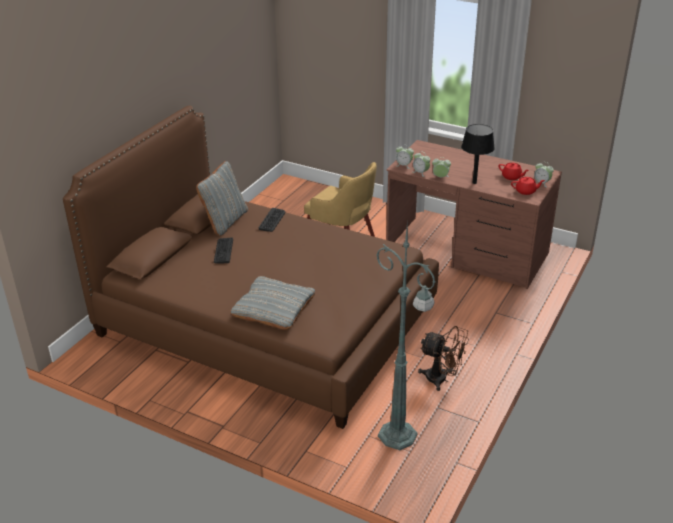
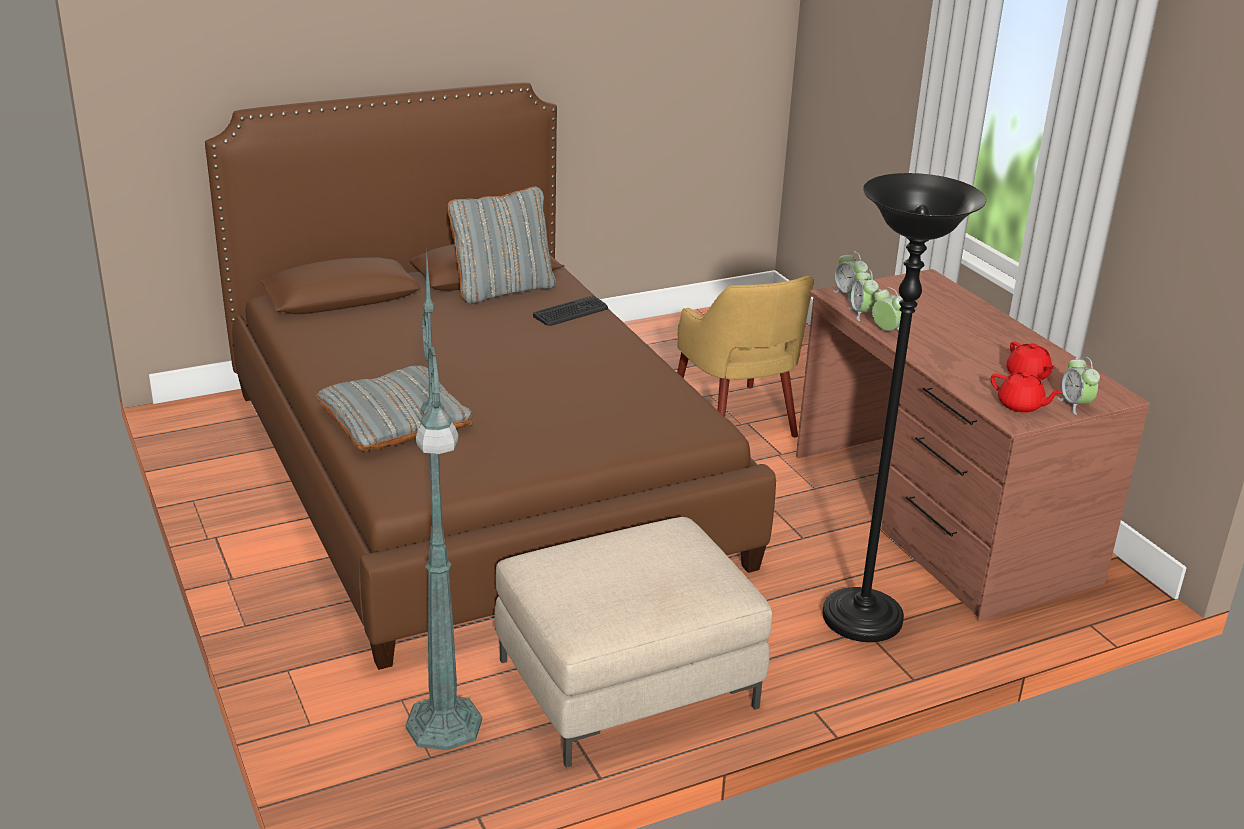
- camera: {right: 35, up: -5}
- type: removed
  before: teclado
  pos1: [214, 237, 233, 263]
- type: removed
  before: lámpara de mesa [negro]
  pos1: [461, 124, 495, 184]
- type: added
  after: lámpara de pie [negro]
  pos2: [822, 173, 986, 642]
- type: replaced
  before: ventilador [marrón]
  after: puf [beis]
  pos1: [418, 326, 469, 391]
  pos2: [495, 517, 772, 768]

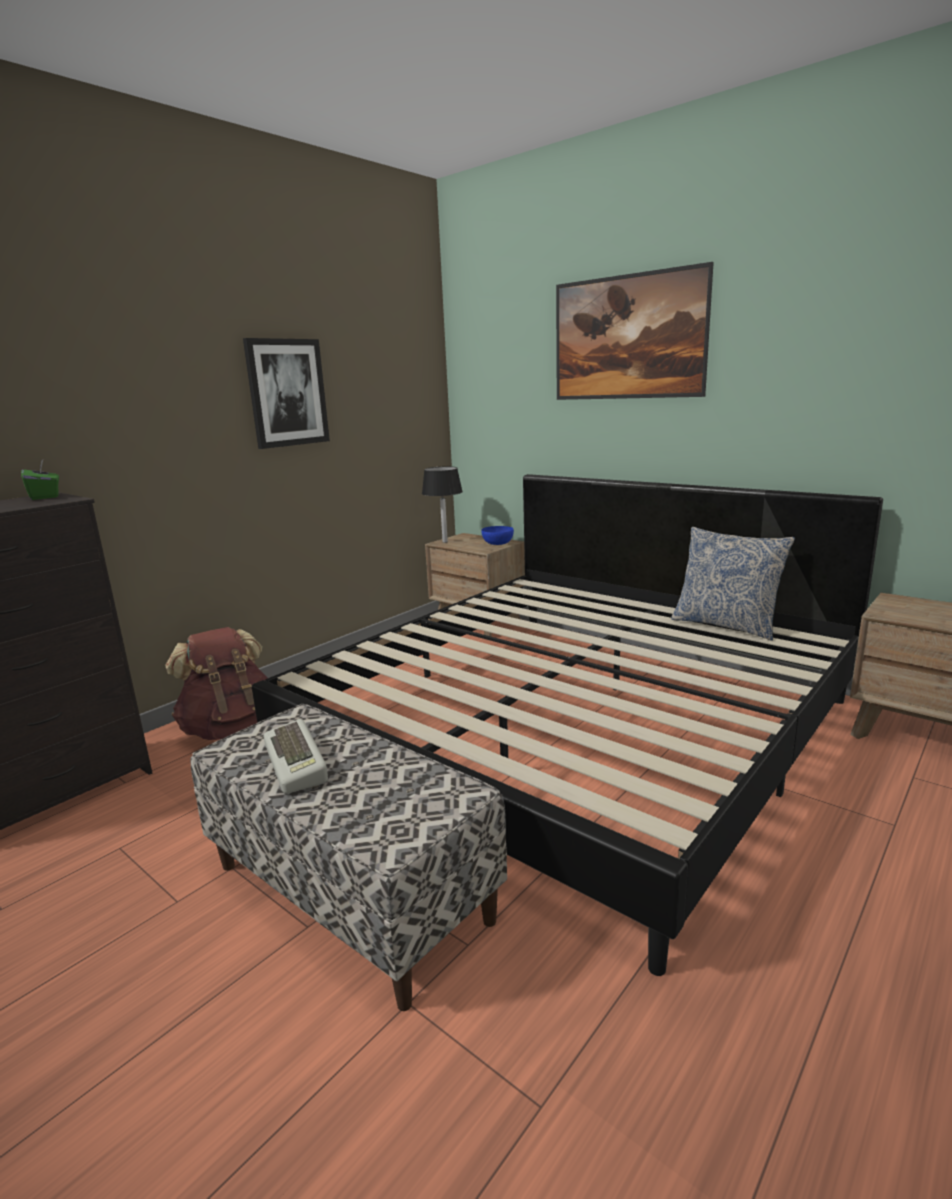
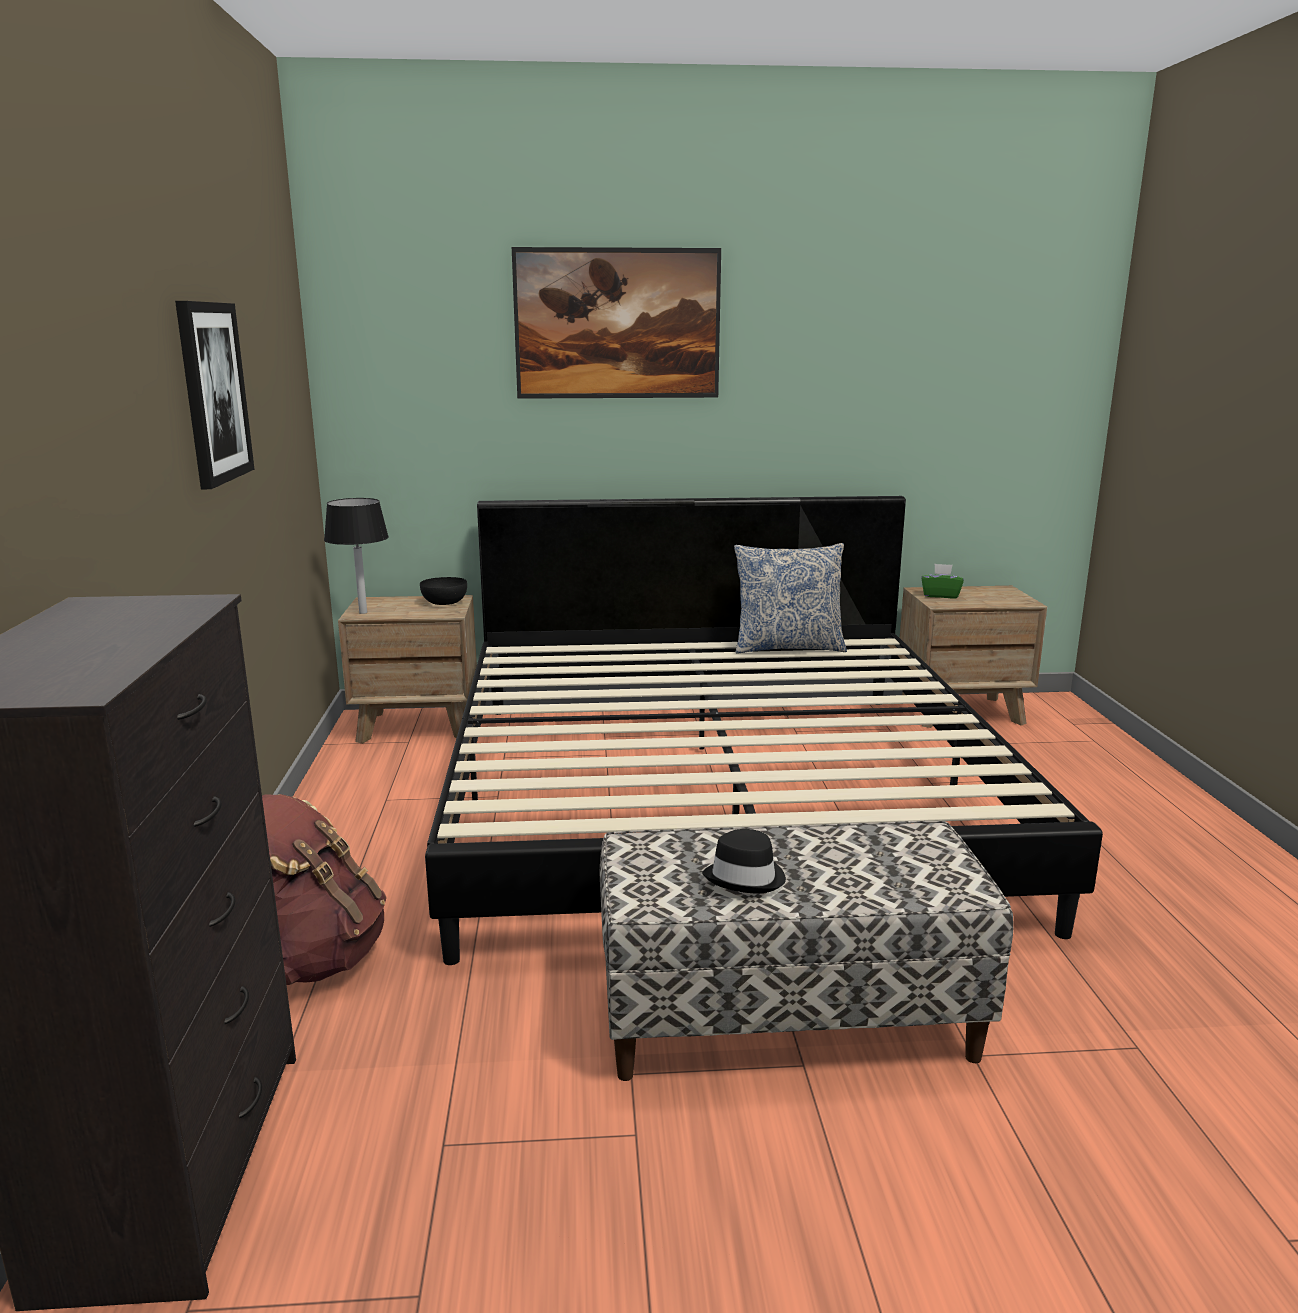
- camera: {right: -45, up: 0}
- type: moved
  before: caja de pañuelos [verde]
  pos1: [21, 460, 59, 500]
  pos2: [921, 564, 964, 598]
- type: replaced
  before: teclado
  after: sombrero [negro]
  pos1: [264, 719, 328, 794]
  pos2: [702, 829, 786, 893]
- type: recoloured
  before: cuenco [azul]
  after: cuenco [negro]
  pos1: [481, 526, 514, 545]
  pos2: [420, 577, 467, 605]

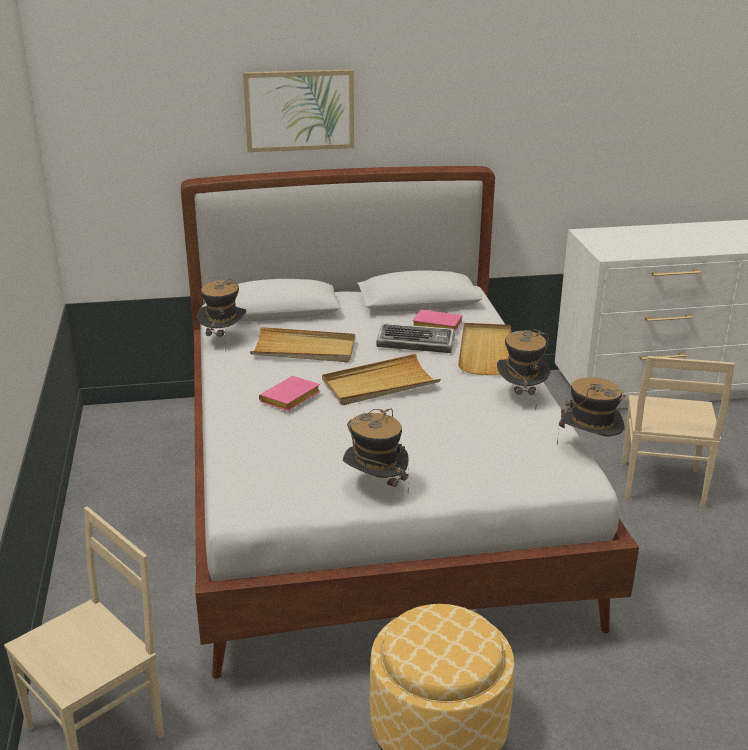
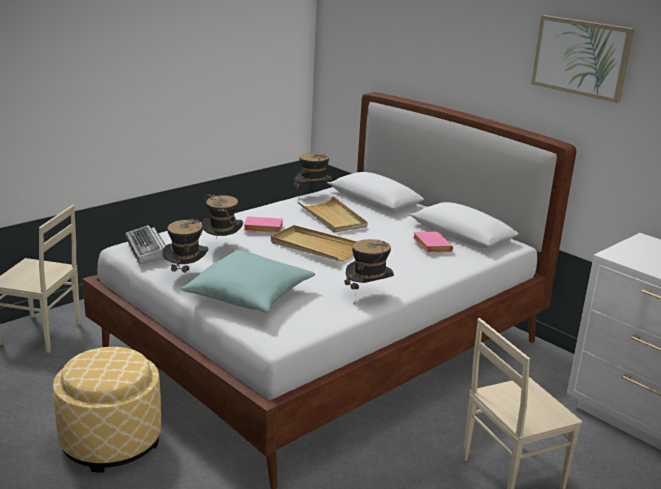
- camera: {right: 55, up: -5}
- type: removed
  before: bandeja [beis]
  pos1: [458, 323, 511, 375]
- type: added
  after: cojín [turquesa]
  pos2: [181, 250, 315, 313]
- type: moved
  before: cuadro
  pos1: [243, 69, 354, 152]
  pos2: [531, 15, 634, 103]
- type: moved
  before: teclado
  pos1: [376, 323, 455, 353]
  pos2: [125, 225, 166, 264]
- type: moved
  before: sombrero
  pos1: [557, 377, 626, 445]
  pos2: [201, 195, 243, 239]

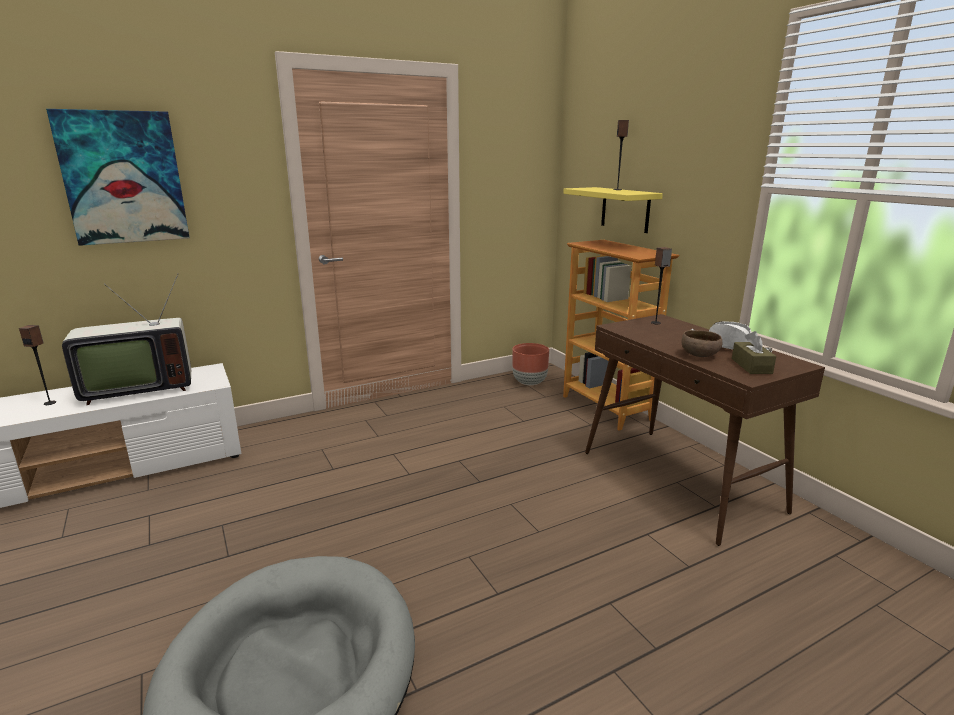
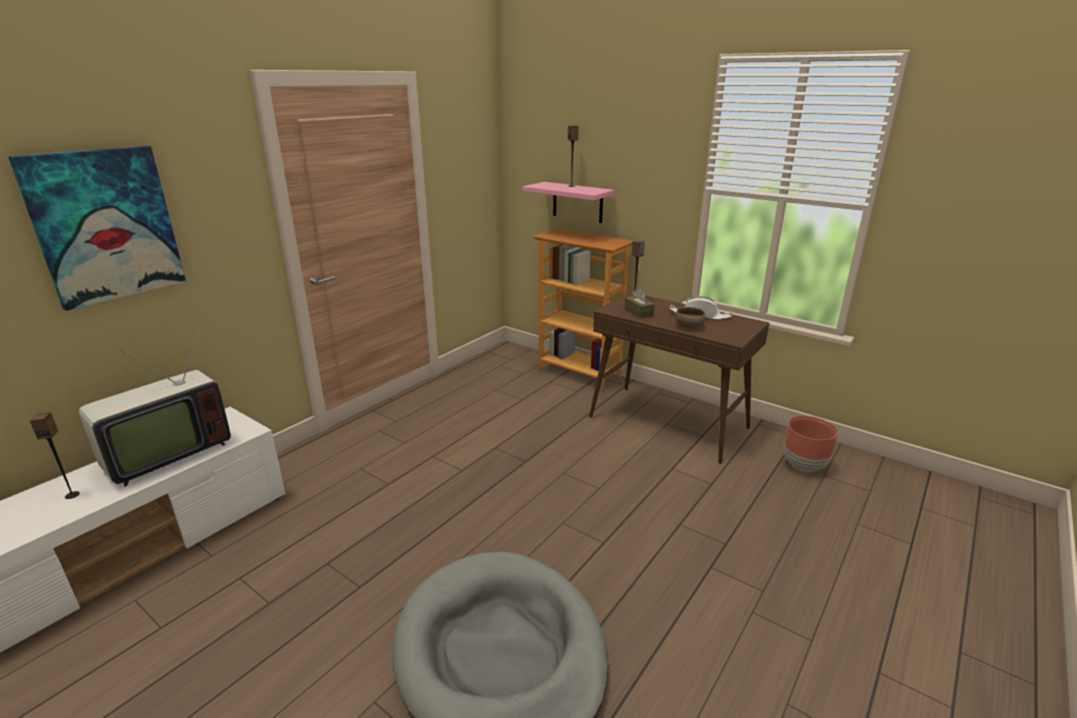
- camera: {right: -25, up: 5}
- type: moved
  before: maceta [marrón]
  pos1: [512, 343, 549, 385]
  pos2: [784, 416, 838, 472]
- type: moved
  before: caja de pañuelos [marrón]
  pos1: [732, 331, 776, 374]
  pos2: [625, 289, 655, 318]
- type: recoloured
  before: estante [amarillo]
  after: estante [rosa]
  pos1: [563, 187, 663, 233]
  pos2: [522, 182, 615, 223]

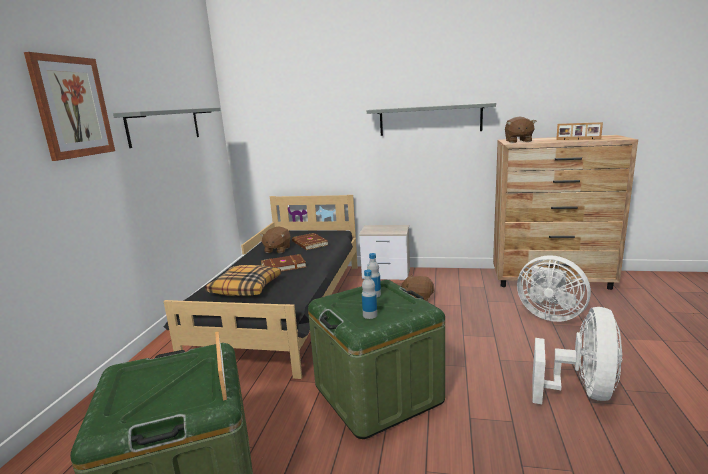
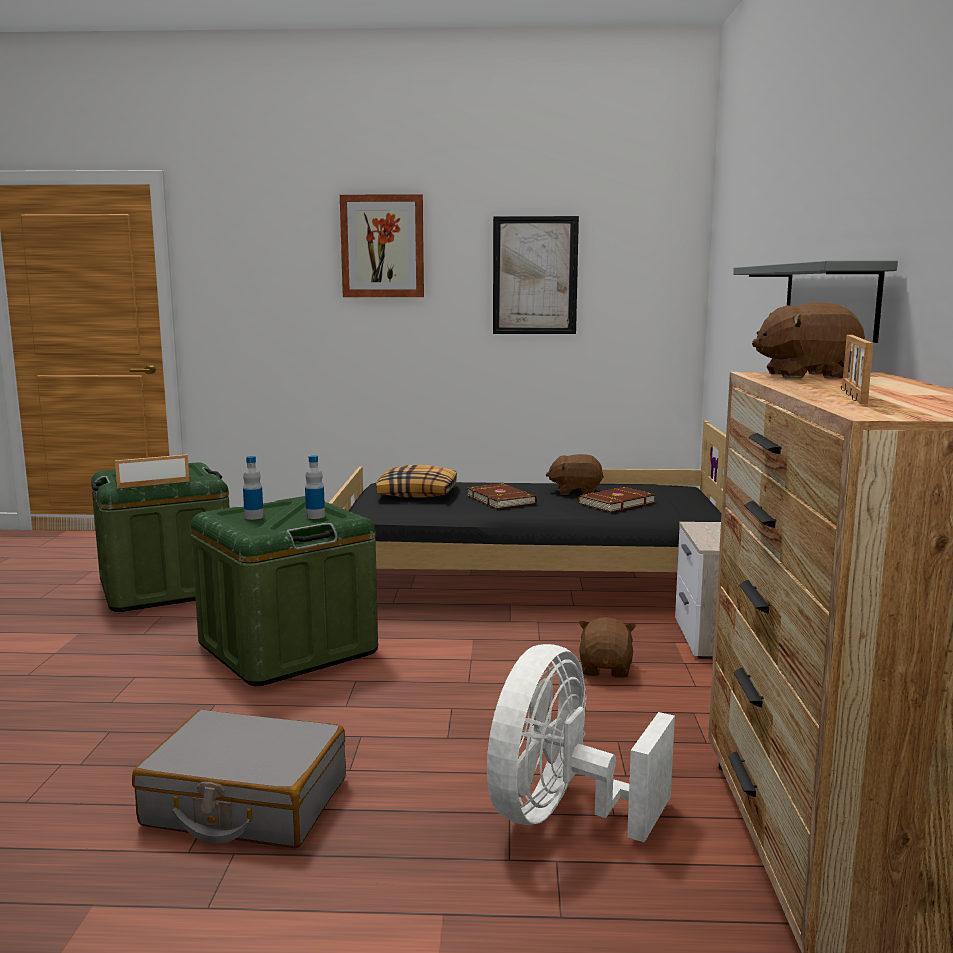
- camera: {right: 80, up: -5}
- type: replaced
  before: estante [gris]
  after: cuadro
  pos1: [113, 108, 220, 148]
  pos2: [493, 216, 579, 334]
- type: replaced
  before: ventilador [blanco]
  after: maleta [gris]
  pos1: [532, 307, 623, 404]
  pos2: [132, 710, 346, 848]

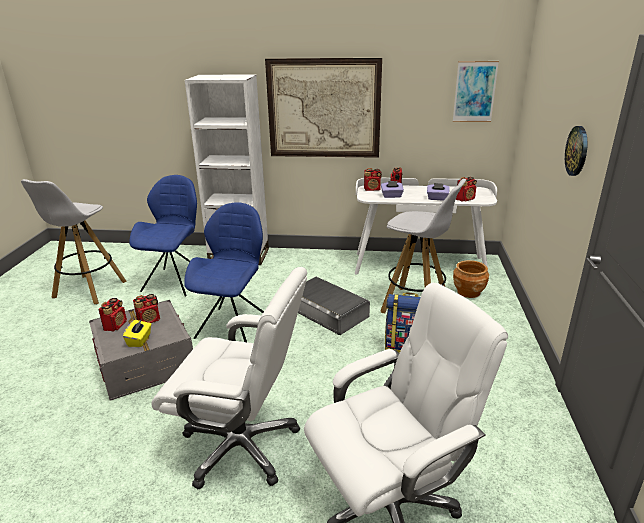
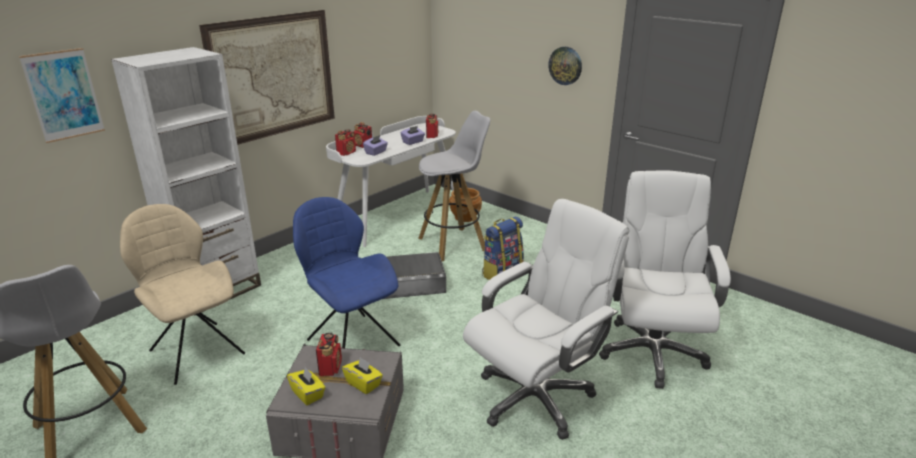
- camera: {right: -55, up: 0}
- type: moved
  before: cuadro
  pos1: [453, 61, 499, 122]
  pos2: [19, 48, 105, 143]
- type: replaced
  before: radio
  after: caja de pañuelos [amarillo]
  pos1: [98, 298, 127, 331]
  pos2: [287, 367, 325, 405]
- type: recoloured
  before: silla [azul]
  after: silla [beis]
  pos1: [129, 175, 197, 296]
  pos2: [120, 204, 245, 385]

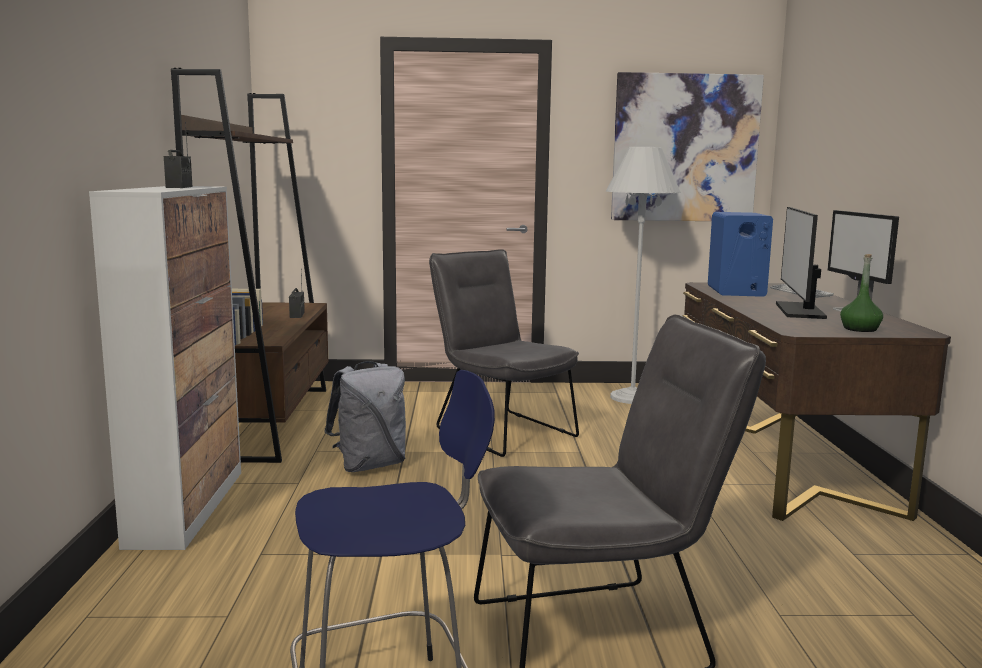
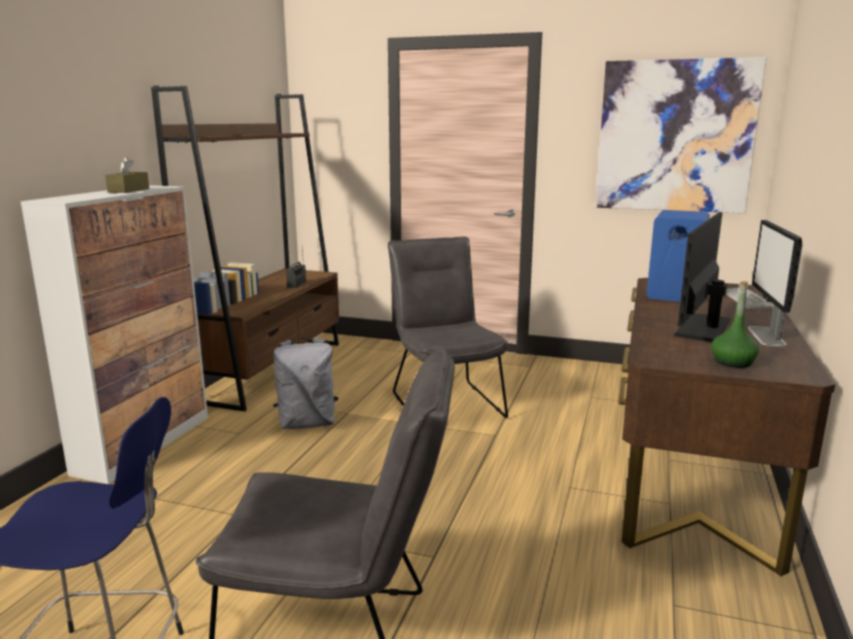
- camera: {right: 20, up: 5}
- type: removed
  before: lámpara de pie [blanco]
  pos1: [606, 147, 681, 404]
- type: replaced
  before: radio
  after: caja de pañuelos [marrón]
  pos1: [164, 122, 192, 188]
  pos2: [105, 157, 149, 193]

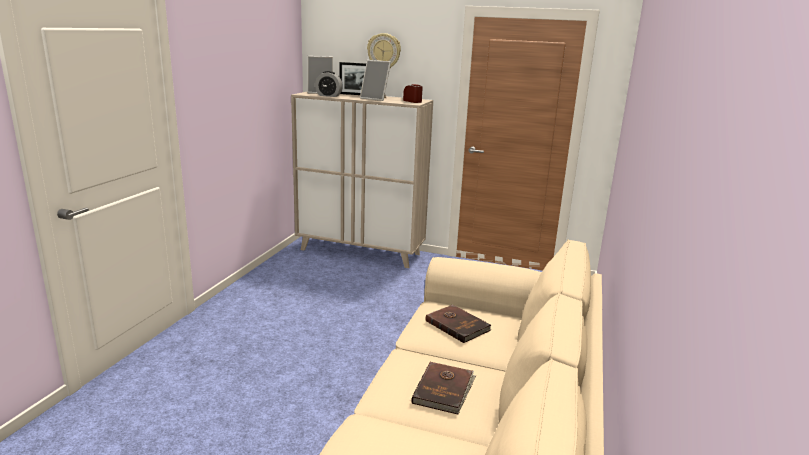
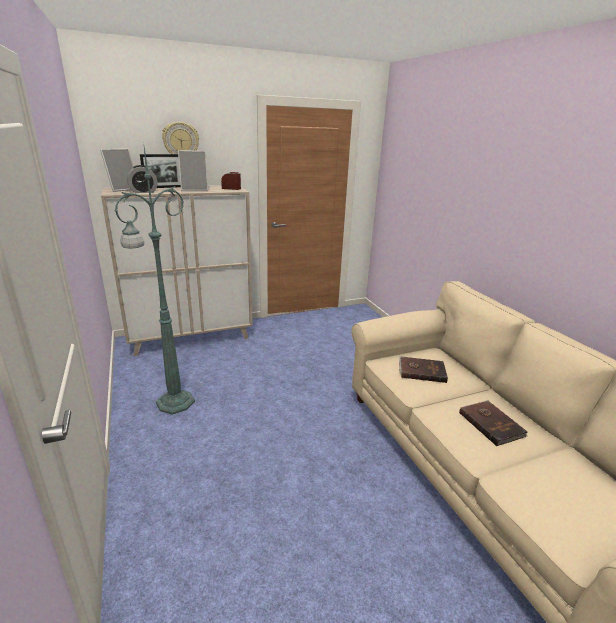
- camera: {right: -40, up: 5}
- type: added
  after: lámpara de pie [verde]
  pos2: [115, 141, 195, 415]

